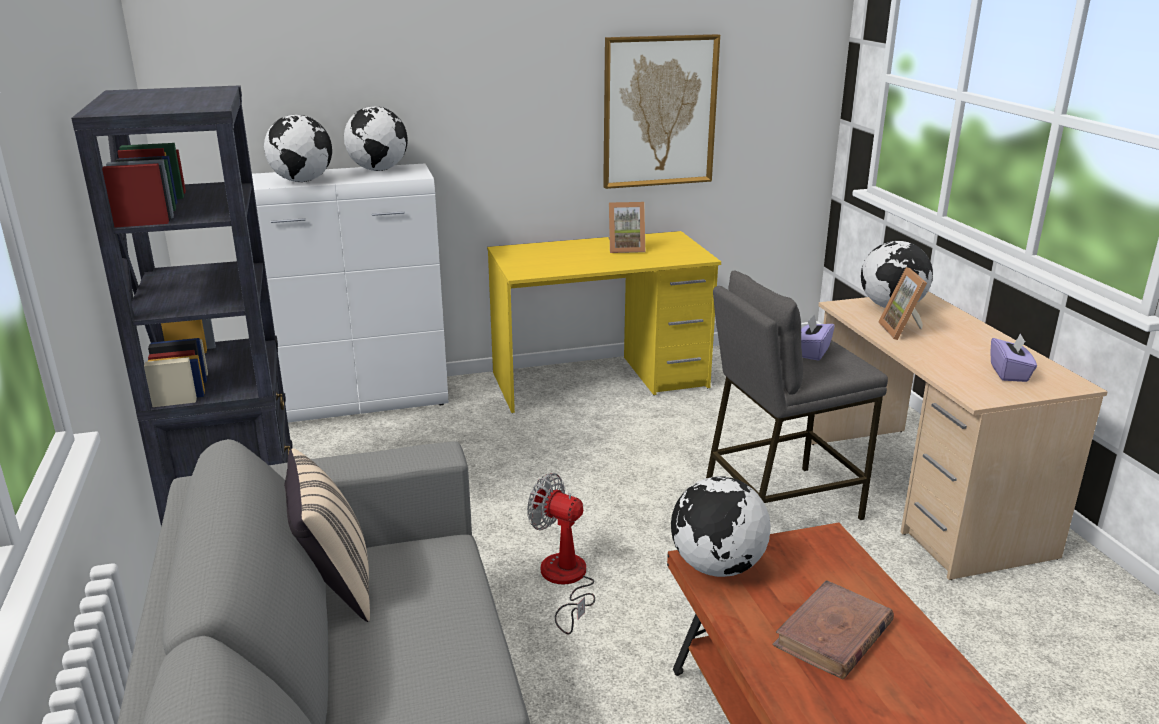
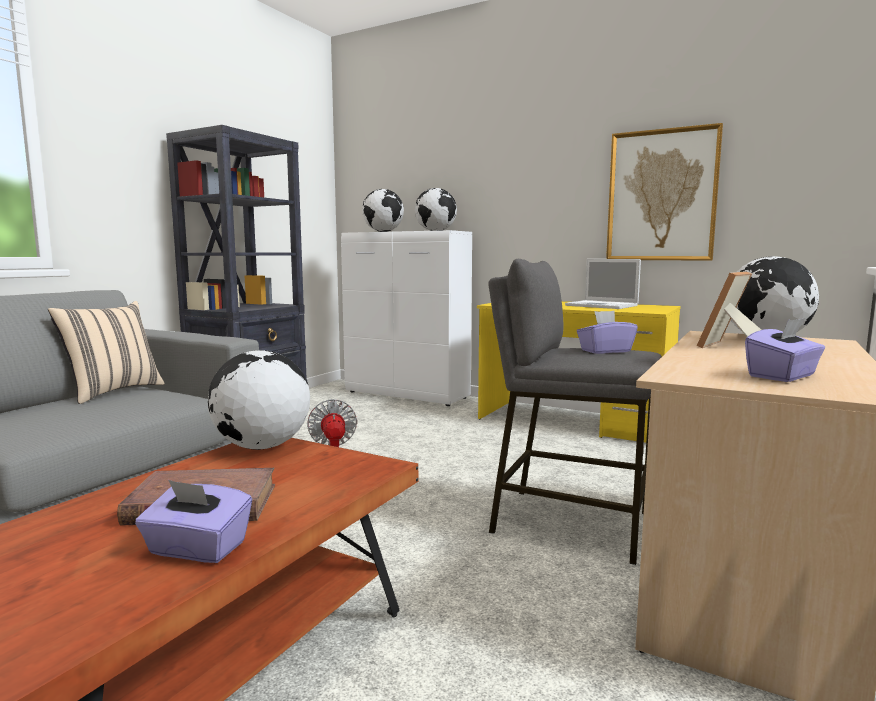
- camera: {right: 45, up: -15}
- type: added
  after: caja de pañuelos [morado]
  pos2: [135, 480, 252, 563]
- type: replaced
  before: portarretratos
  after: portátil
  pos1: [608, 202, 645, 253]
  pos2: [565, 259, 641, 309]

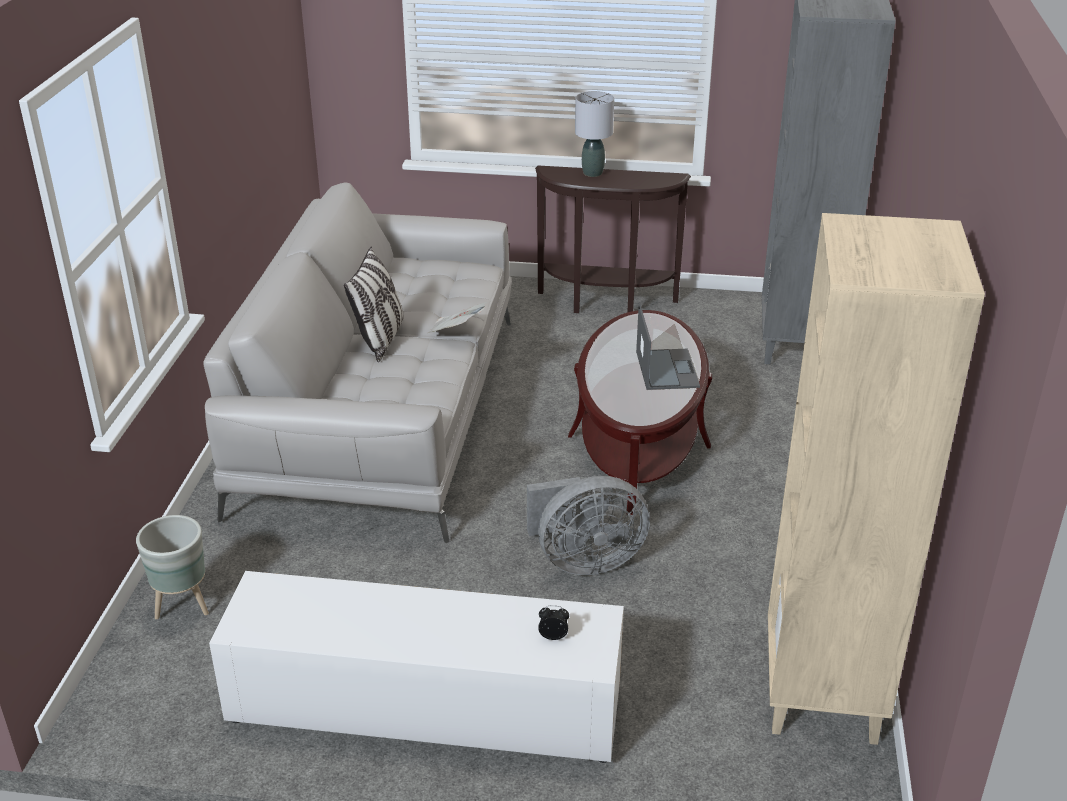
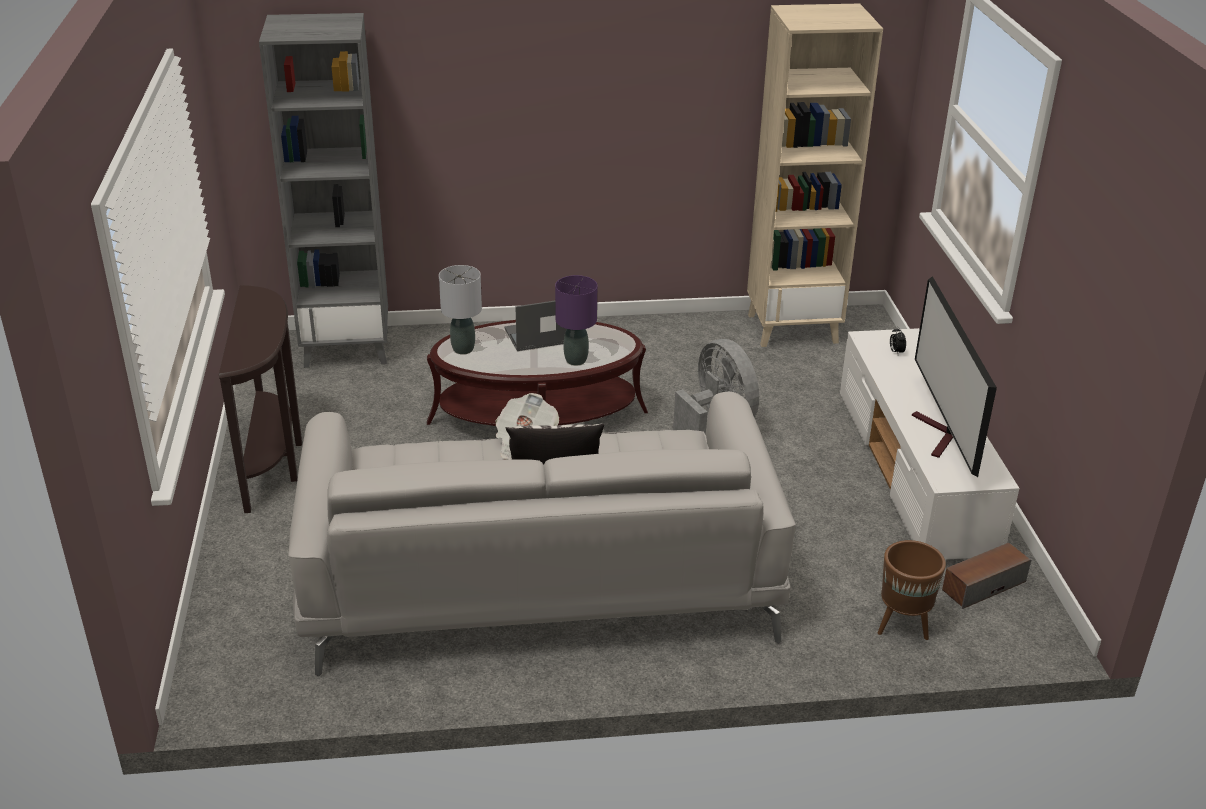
- camera: {right: -105, up: 0}
- type: added
  after: lámpara de mesa [morado]
  pos2: [555, 275, 597, 365]
- type: added
  after: televisor
  pos2: [912, 276, 997, 477]
- type: added
  after: altavoz
  pos2: [942, 543, 1031, 609]
- type: moved
  before: lámpara de mesa [gris]
  pos1: [575, 91, 614, 177]
  pos2: [439, 265, 482, 354]
- type: recoloured
  before: maceta [gris]
  after: maceta [marrón]
  pos1: [136, 515, 209, 619]
  pos2: [878, 540, 946, 640]

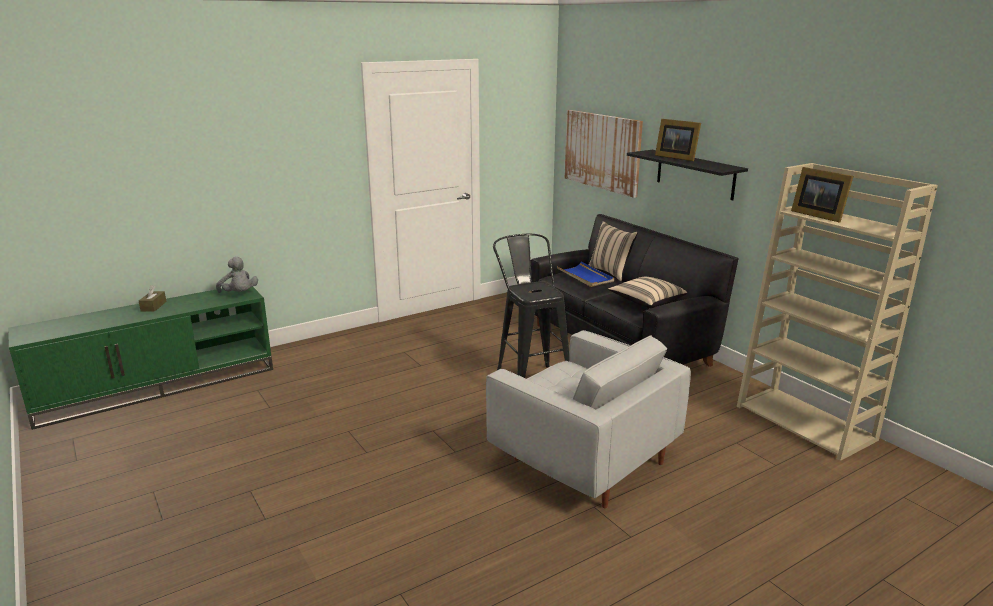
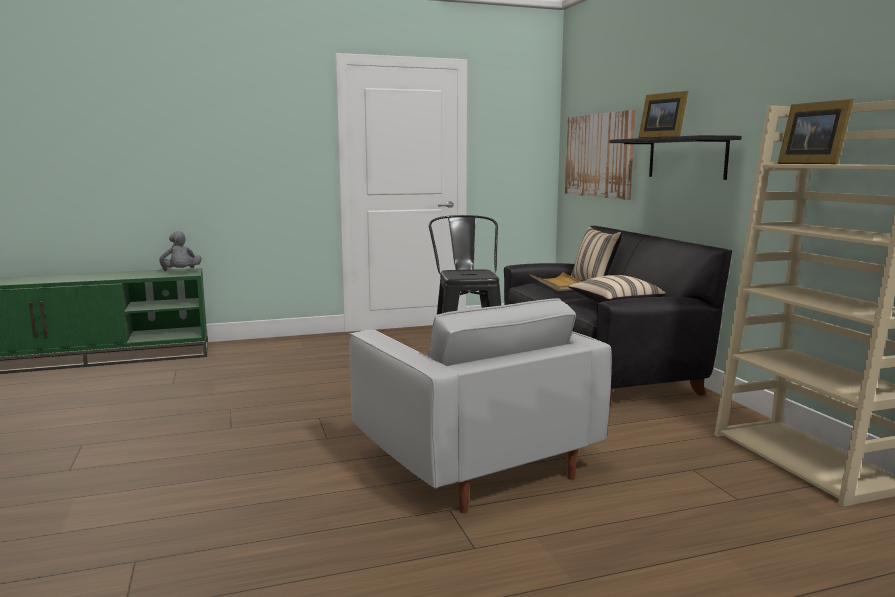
- camera: {right: 15, up: -10}
- type: removed
  before: caja de pañuelos [marrón]
  pos1: [139, 285, 167, 312]
- type: recoloured
  before: bandeja [azul]
  after: bandeja [beis]
  pos1: [556, 261, 614, 287]
  pos2: [530, 272, 582, 291]

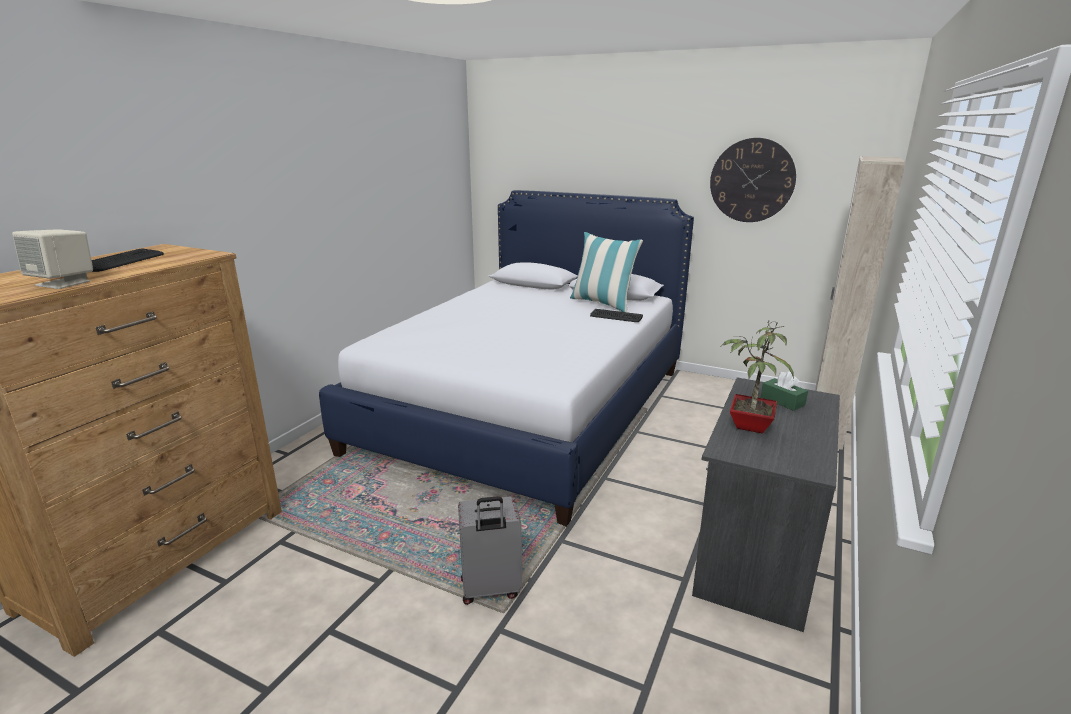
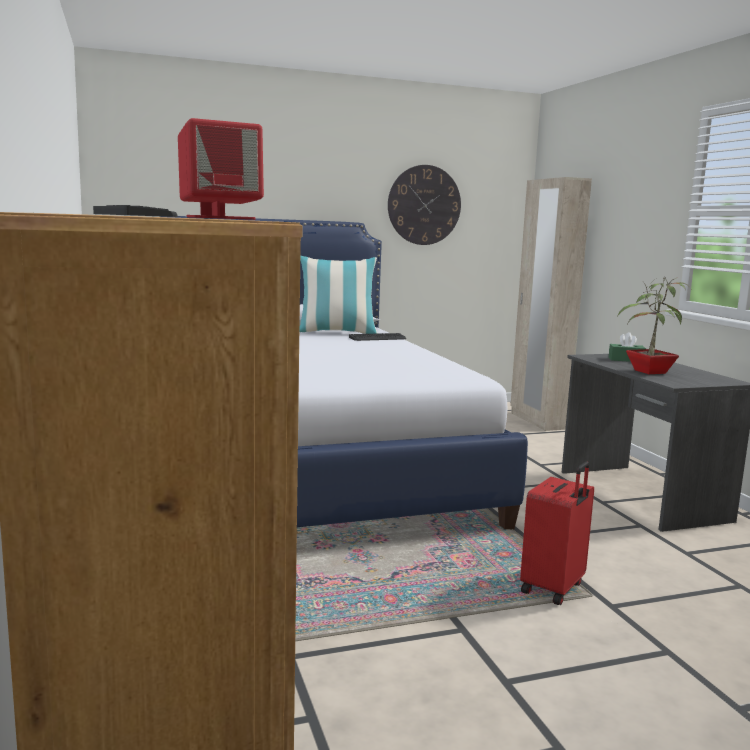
- camera: {right: -45, up: -10}
- type: recoloured
  before: altavoz [beis]
  after: altavoz [rojo]
  pos1: [12, 229, 93, 289]
  pos2: [178, 118, 264, 220]
- type: recoloured
  before: maleta [gris]
  after: maleta [rojo]
  pos1: [458, 496, 522, 605]
  pos2: [520, 462, 594, 605]

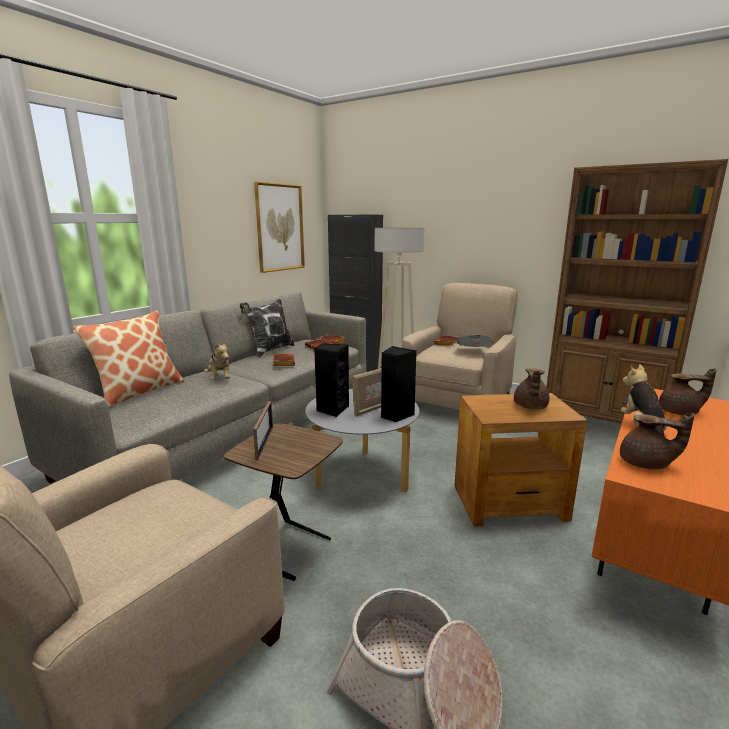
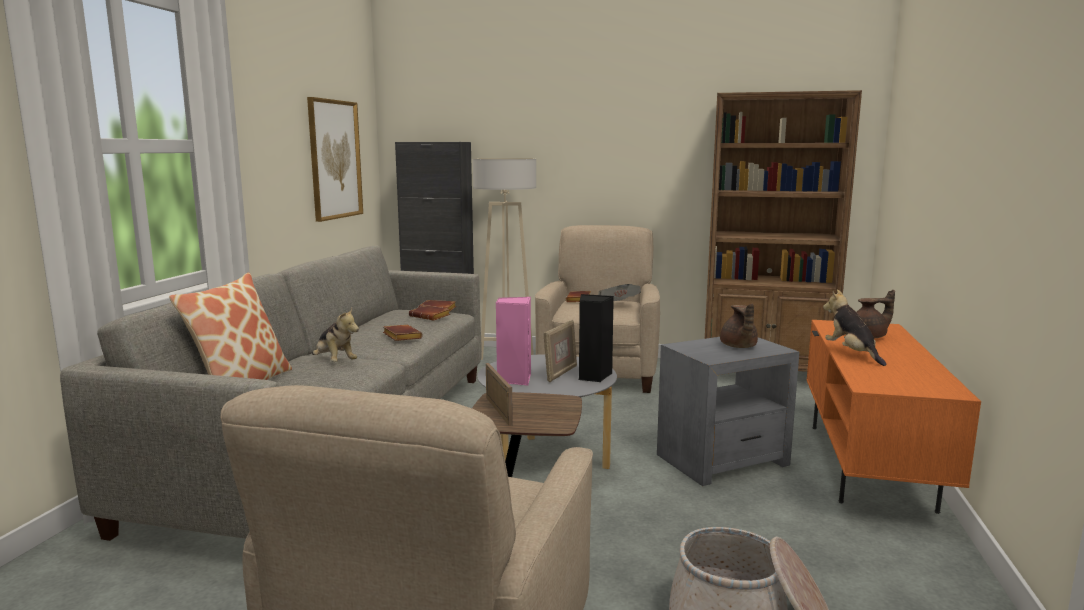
- camera: {right: -20, up: -5}
- type: removed
  before: cojín
  pos1: [240, 299, 295, 357]
- type: removed
  before: tetera [marrón]
  pos1: [620, 413, 694, 470]
- type: recoloured
  before: altavoz [negro]
  after: altavoz [rosa]
  pos1: [314, 343, 349, 417]
  pos2: [496, 297, 531, 385]
- type: recoloured
  before: mesa auxiliar [marrón]
  after: mesa auxiliar [gris]
  pos1: [454, 393, 587, 526]
  pos2: [657, 337, 800, 486]

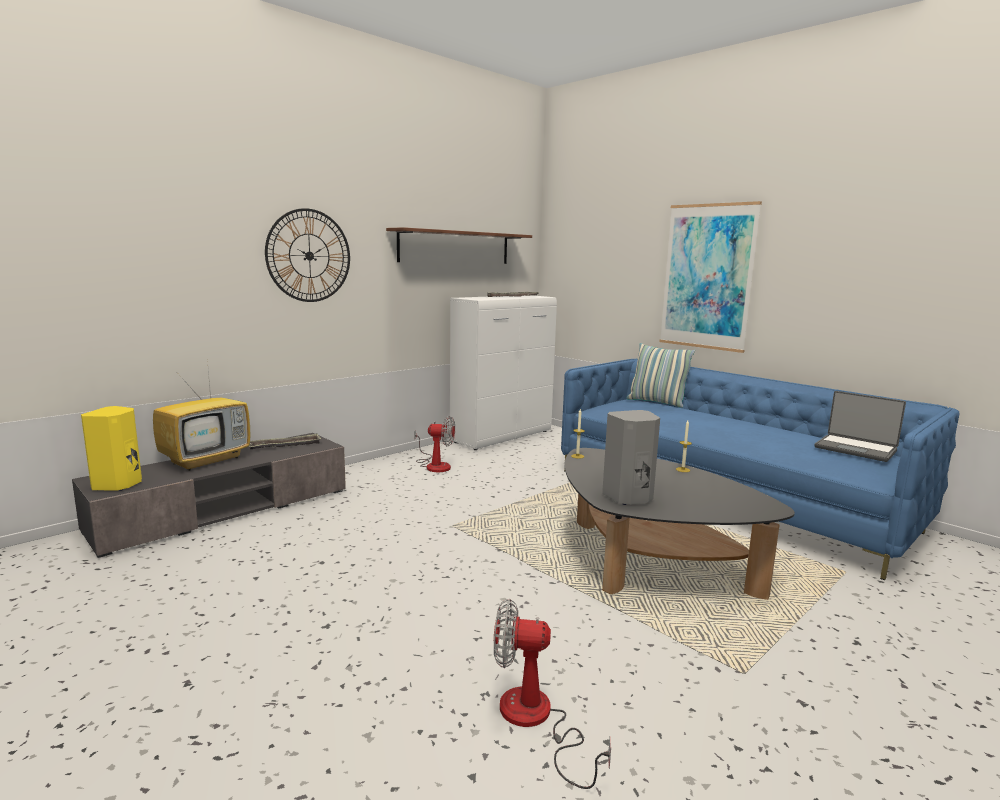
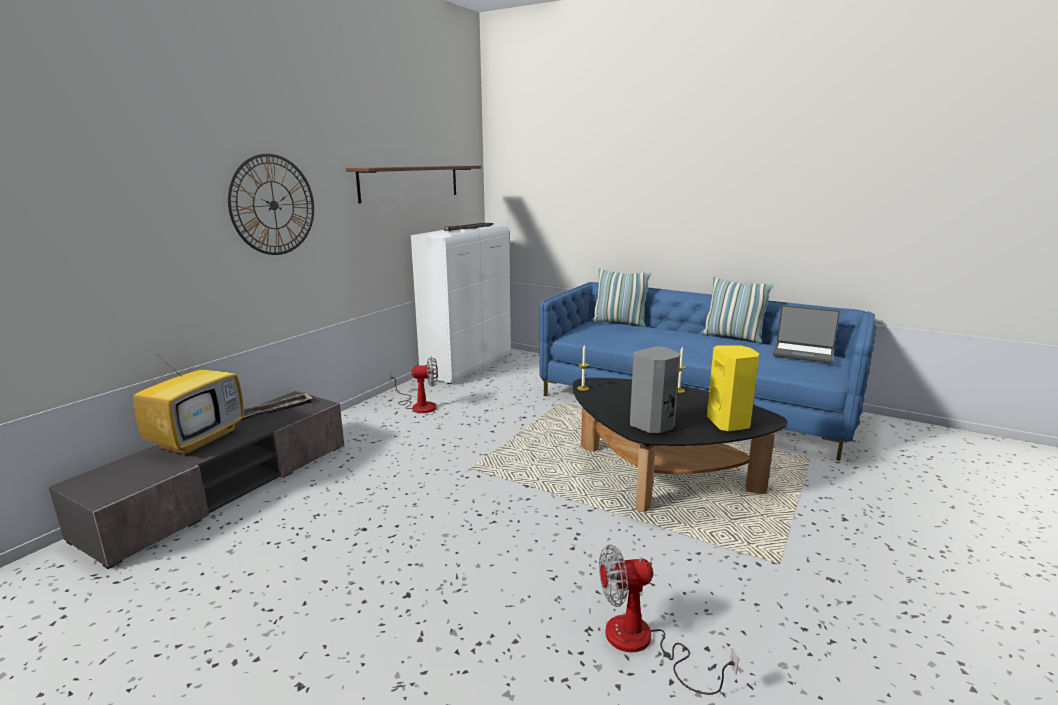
- camera: {right: -15, up: 5}
- type: removed
  before: cuadro
  pos1: [659, 201, 762, 353]
- type: added
  after: cojín
  pos2: [701, 277, 774, 343]
- type: moved
  before: altavoz [amarillo]
  pos1: [81, 406, 142, 491]
  pos2: [707, 345, 759, 431]

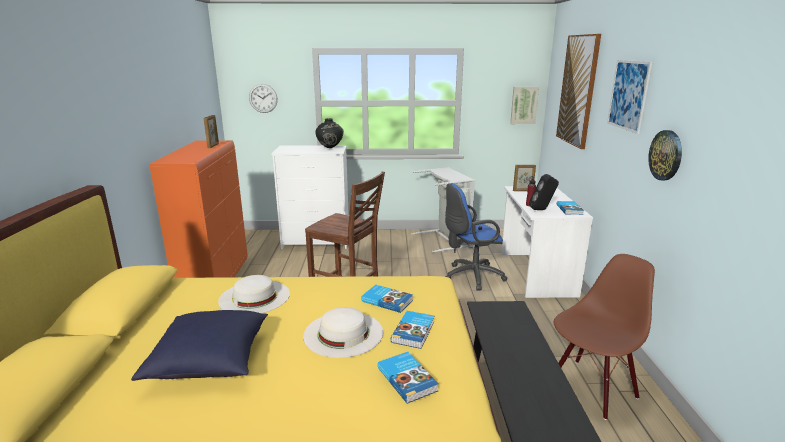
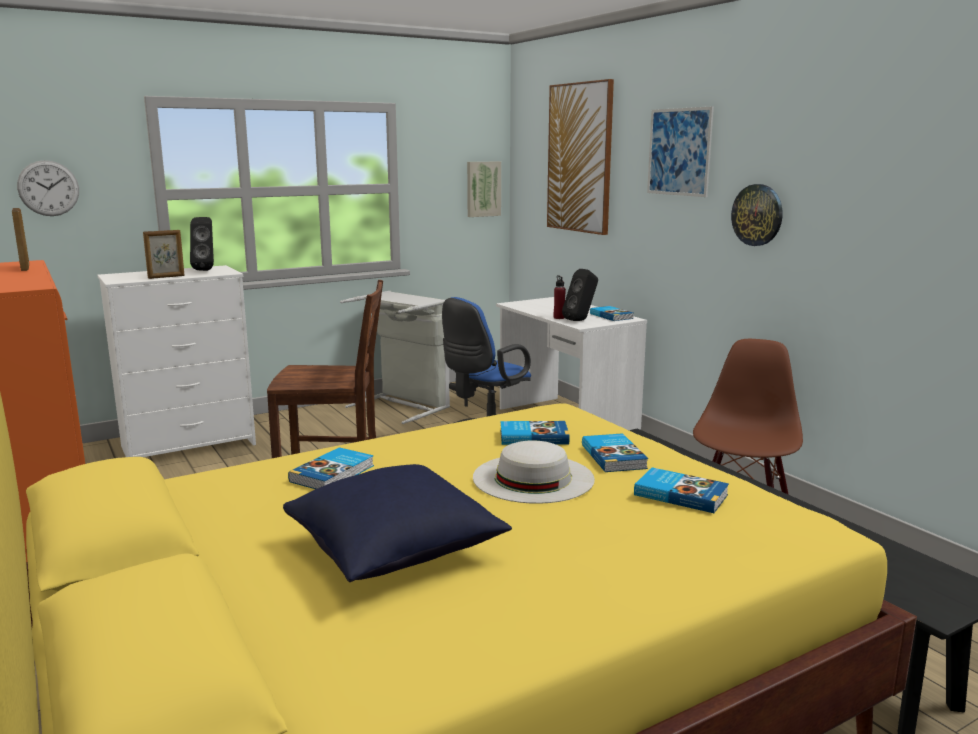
- camera: {right: -30, up: -5}
- type: moved
  before: portarretratos
  pos1: [513, 165, 536, 191]
  pos2: [143, 230, 185, 279]
- type: replaced
  before: sombrero [blanco]
  after: libro
  pos1: [218, 275, 290, 313]
  pos2: [288, 447, 374, 489]
- type: replaced
  before: florero [negro]
  after: altavoz [negro]
  pos1: [315, 118, 344, 148]
  pos2: [190, 217, 214, 271]

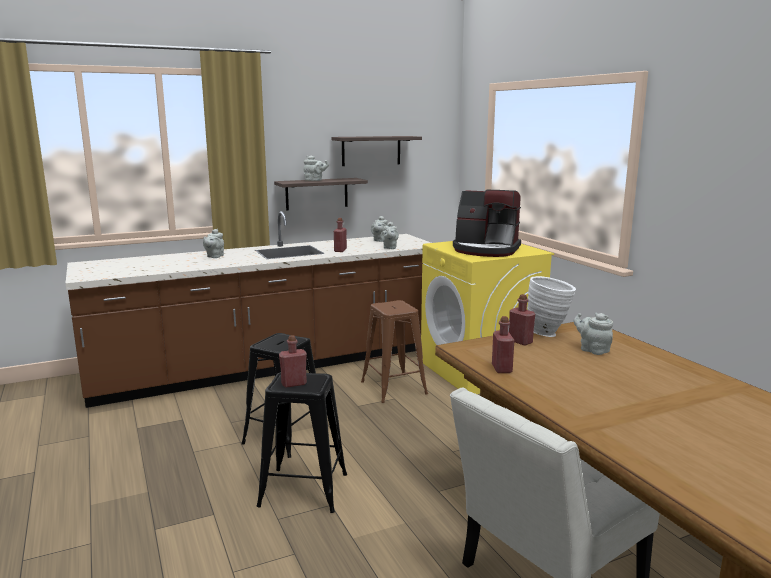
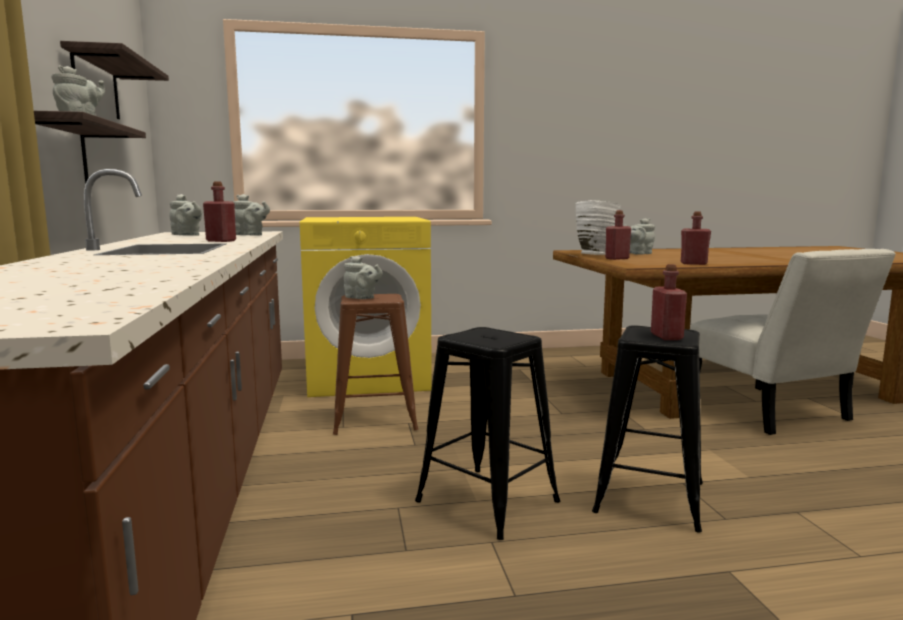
- camera: {right: -75, up: -5}
- type: removed
  before: cafetera
  pos1: [453, 189, 521, 257]
- type: moved
  before: tetera [gris]
  pos1: [203, 229, 224, 258]
  pos2: [344, 256, 383, 299]

